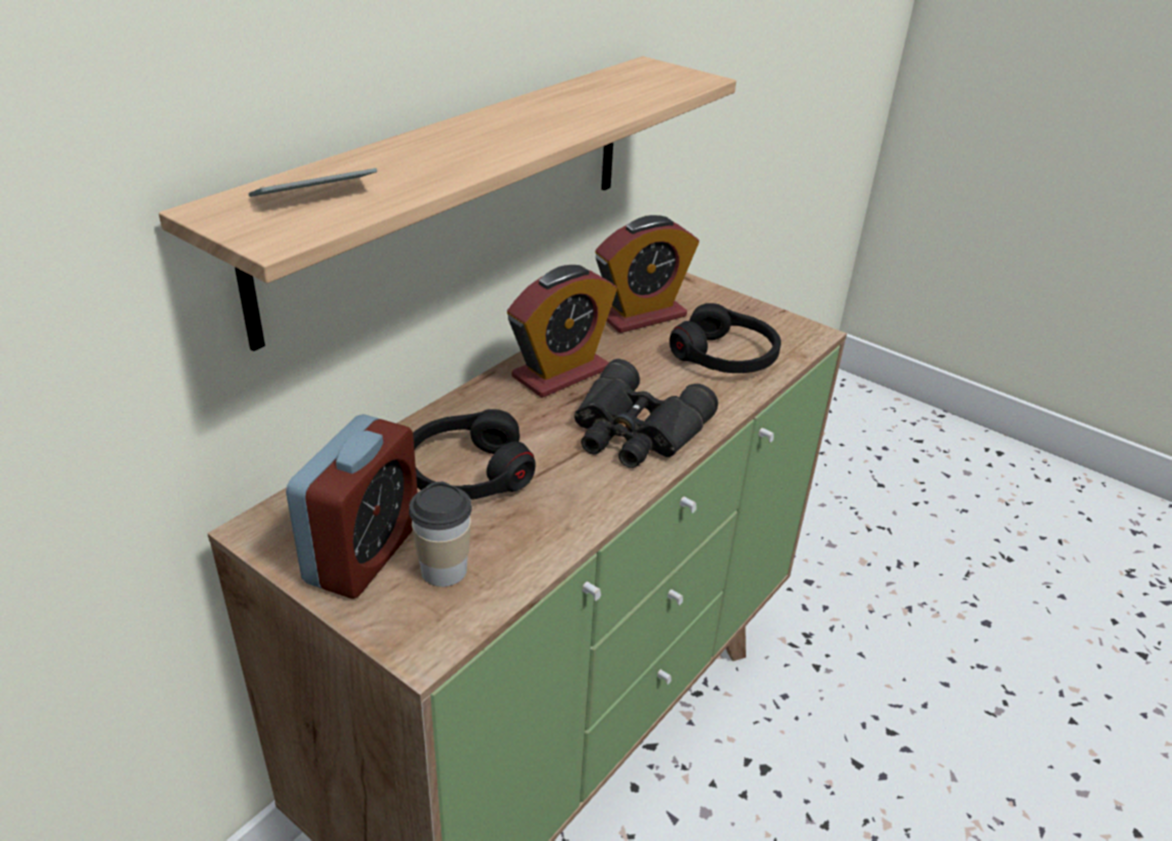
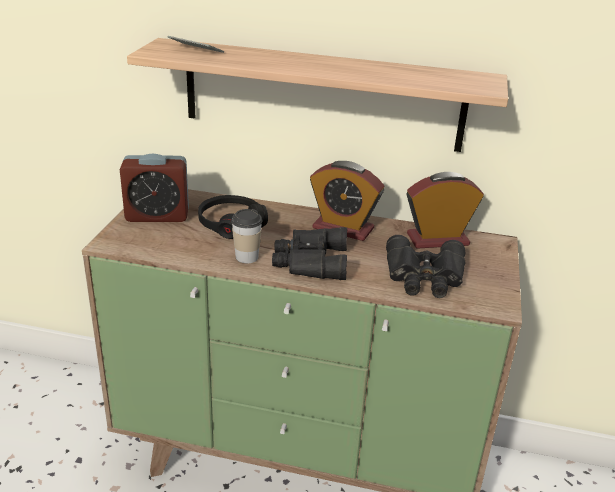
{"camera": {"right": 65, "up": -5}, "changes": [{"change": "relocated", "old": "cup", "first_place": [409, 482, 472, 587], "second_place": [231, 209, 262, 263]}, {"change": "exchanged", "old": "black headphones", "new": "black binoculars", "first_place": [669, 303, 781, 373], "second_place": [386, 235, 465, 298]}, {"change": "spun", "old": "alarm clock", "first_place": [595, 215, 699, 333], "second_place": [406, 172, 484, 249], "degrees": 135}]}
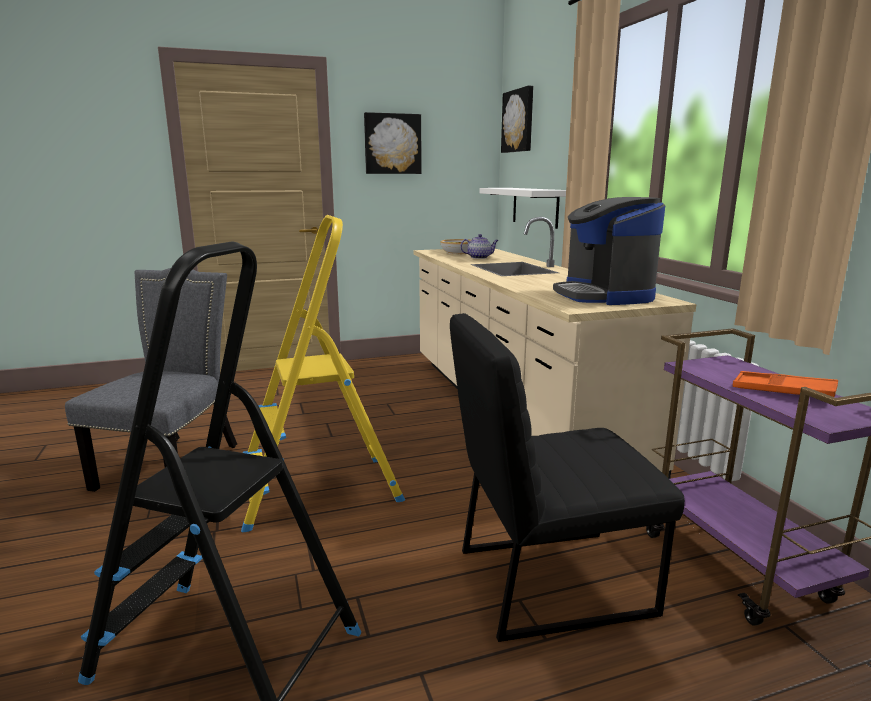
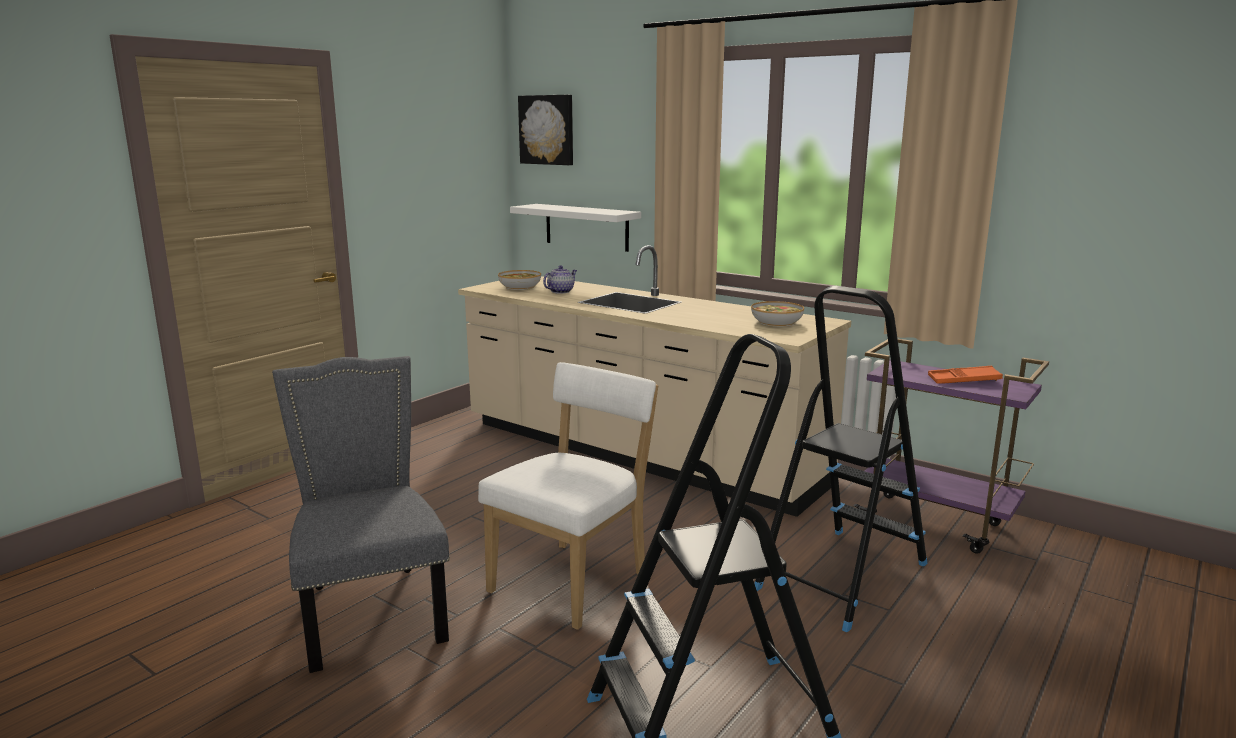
{"camera": {"right": -35, "up": 0}, "changes": [{"change": "exchanged", "old": "yellow step ladder", "new": "white chair", "first_place": [241, 215, 405, 532], "second_place": [478, 362, 658, 630]}, {"change": "exchanged", "old": "coffee machine", "new": "bowl", "first_place": [553, 197, 665, 305], "second_place": [751, 301, 804, 327]}, {"change": "exchanged", "old": "black chair", "new": "black step ladder", "first_place": [450, 313, 685, 642], "second_place": [754, 286, 927, 632]}, {"change": "missing", "old": "picture", "first_place": [364, 112, 422, 174]}]}
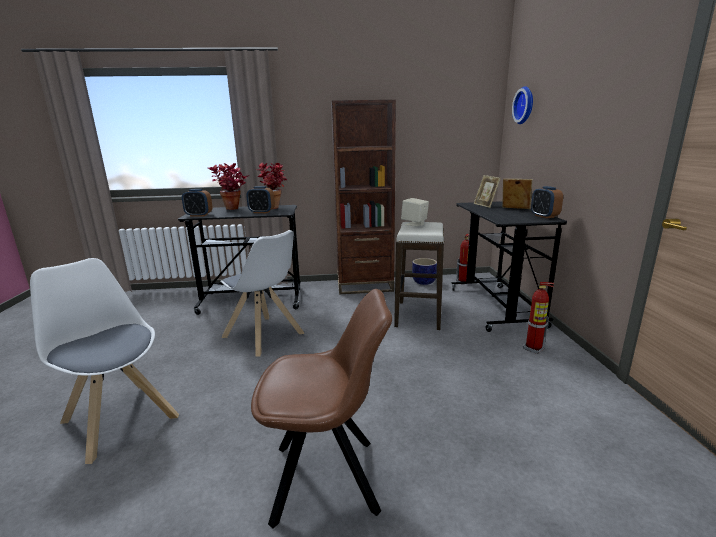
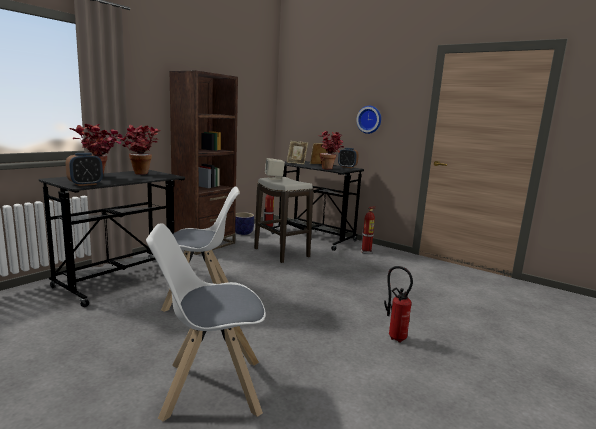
{"camera": {"right": -50, "up": -5}, "changes": [{"change": "appeared", "new": "potted plant", "second_place": [320, 131, 344, 169]}, {"change": "relocated", "old": "wall clock", "first_place": [512, 86, 533, 124], "second_place": [356, 106, 381, 134]}, {"change": "exchanged", "old": "brown chair", "new": "fire extinguisher", "first_place": [251, 289, 392, 529], "second_place": [384, 266, 413, 342]}, {"change": "missing", "old": "alarm clock", "first_place": [246, 186, 275, 213]}]}
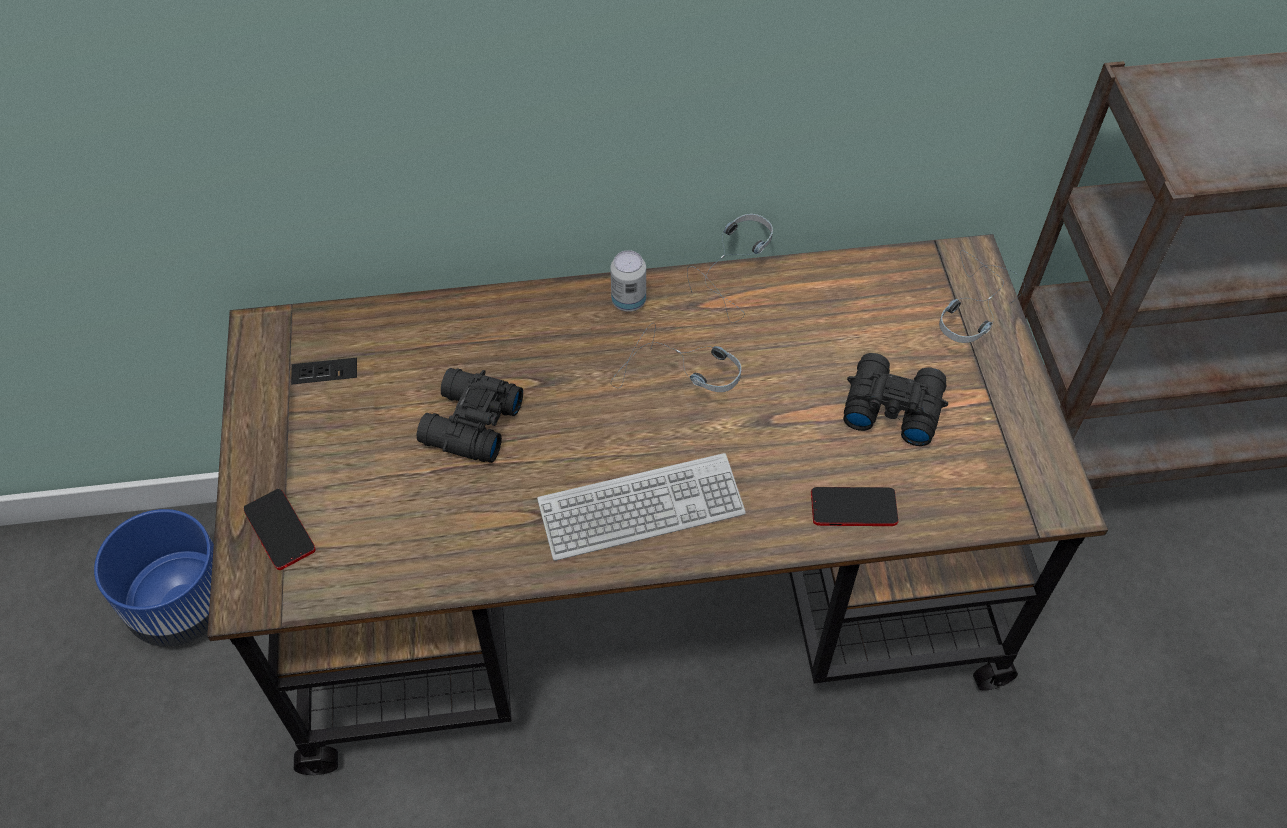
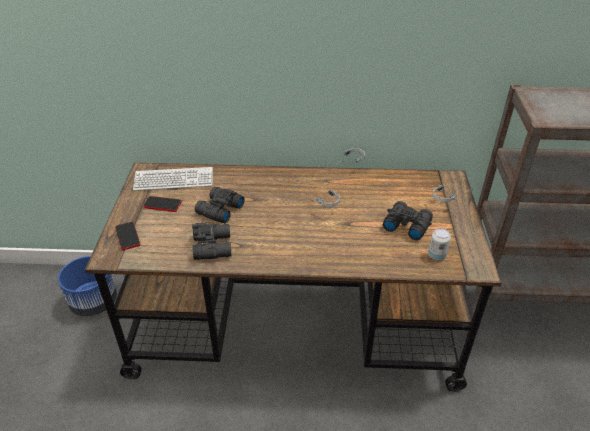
{"camera": {"right": 10, "up": -15}, "changes": [{"change": "relocated", "old": "keyboard", "first_place": [537, 453, 746, 561], "second_place": [133, 167, 213, 191]}, {"change": "relocated", "old": "phone", "first_place": [811, 487, 899, 526], "second_place": [143, 196, 182, 212]}, {"change": "appeared", "new": "black binoculars", "second_place": [192, 222, 231, 260]}, {"change": "relocated", "old": "can", "first_place": [610, 250, 646, 312], "second_place": [428, 228, 451, 260]}]}
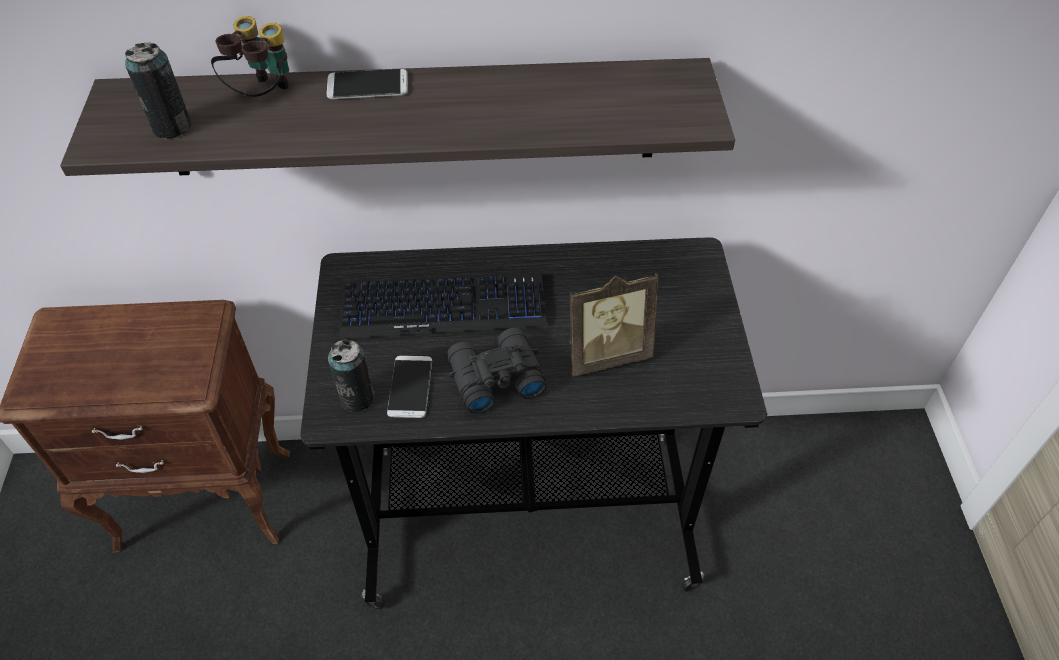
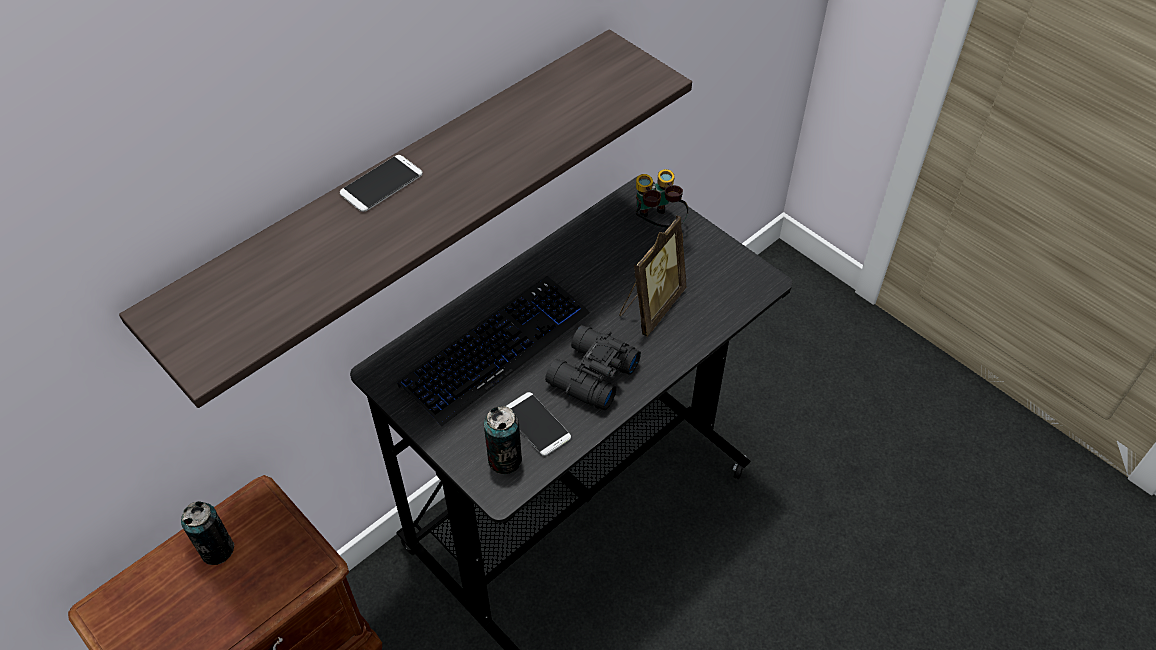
{"camera": {"right": -40, "up": 0}, "changes": [{"change": "relocated", "old": "can", "first_place": [125, 42, 191, 139], "second_place": [181, 501, 234, 565]}, {"change": "relocated", "old": "binoculars", "first_place": [211, 16, 289, 97], "second_place": [636, 169, 689, 228]}]}
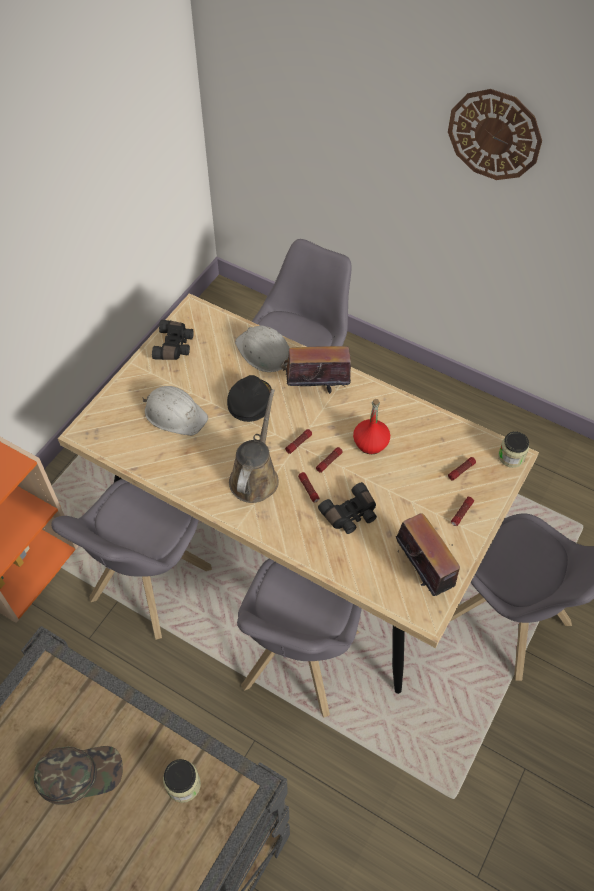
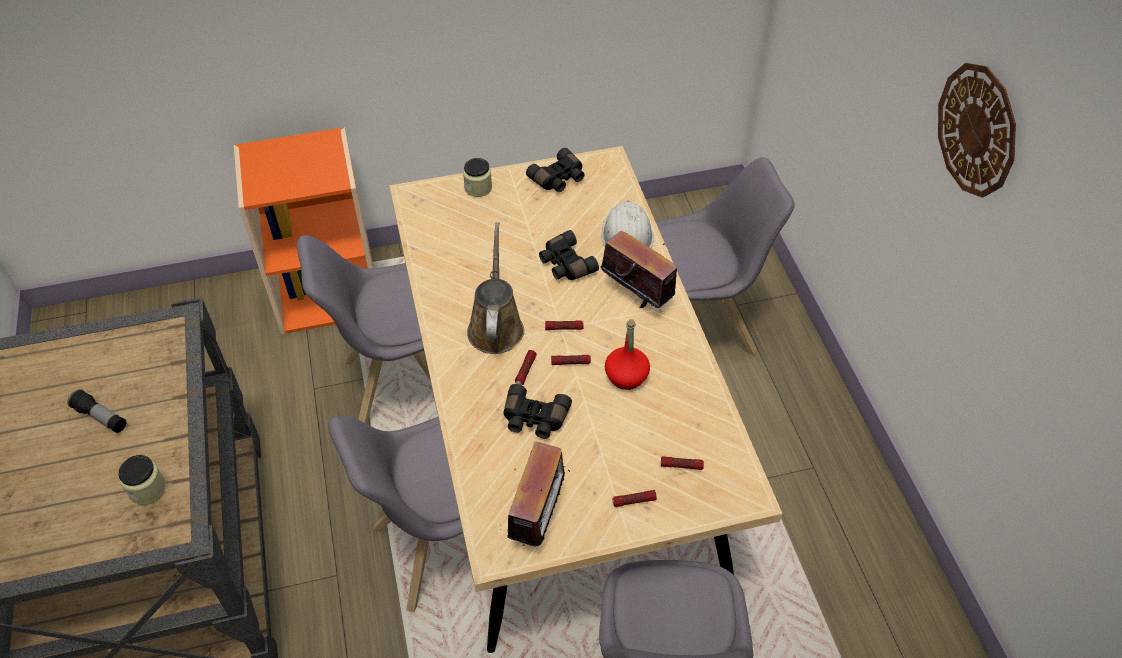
{"camera": {"right": 45, "up": -5}, "changes": [{"change": "exchanged", "old": "green cap", "new": "flashlight", "first_place": [34, 746, 123, 805], "second_place": [67, 389, 126, 433]}, {"change": "relocated", "old": "jar", "first_place": [498, 431, 529, 468], "second_place": [463, 158, 492, 197]}, {"change": "spun", "old": "brown watering can", "first_place": [229, 389, 279, 503], "second_place": [467, 222, 524, 354], "degrees": -60}, {"change": "exchanged", "old": "black cap", "new": "black binoculars", "first_place": [227, 375, 272, 422], "second_place": [539, 230, 599, 280]}, {"change": "missing", "old": "white hard hat", "first_place": [142, 386, 208, 436]}]}
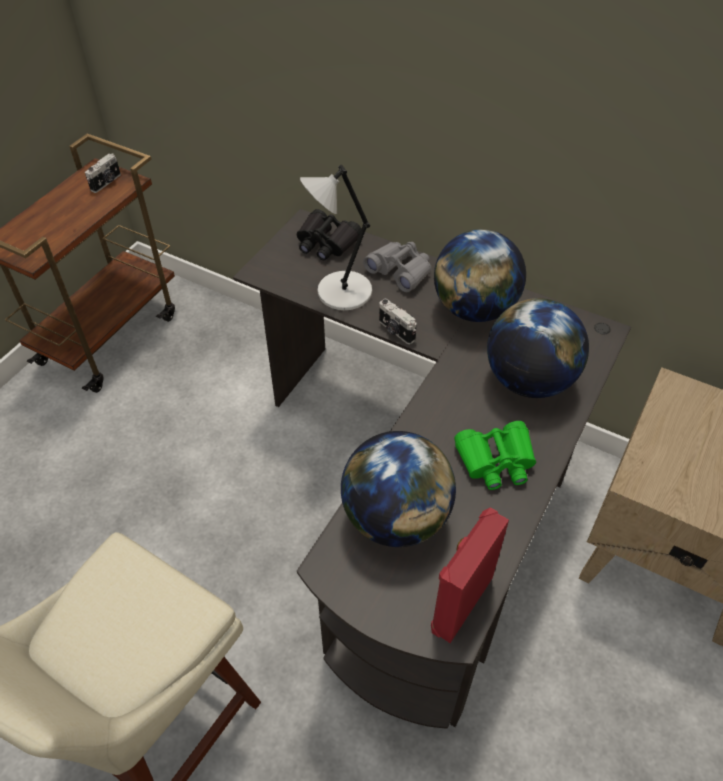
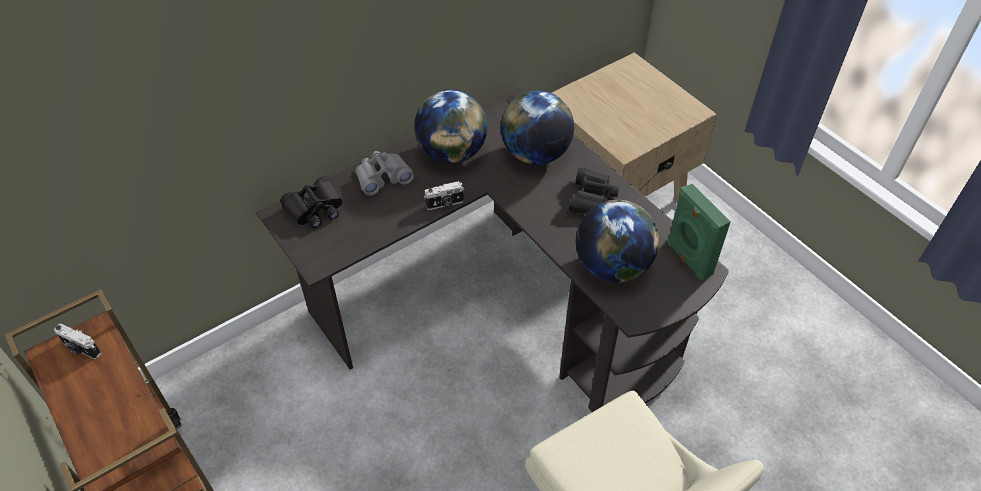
{"camera": {"right": -65, "up": 0}, "changes": [{"change": "spun", "old": "photo camera", "first_place": [85, 153, 121, 193], "second_place": [54, 324, 101, 359], "degrees": 150}, {"change": "colour", "old": "green binoculars", "new": "black binoculars", "first_place": [454, 421, 536, 490], "second_place": [569, 168, 619, 213]}, {"change": "colour", "old": "red speaker", "new": "green speaker", "first_place": [431, 507, 509, 643], "second_place": [667, 184, 730, 281]}, {"change": "missing", "old": "grey table lamp", "first_place": [300, 165, 372, 310]}]}
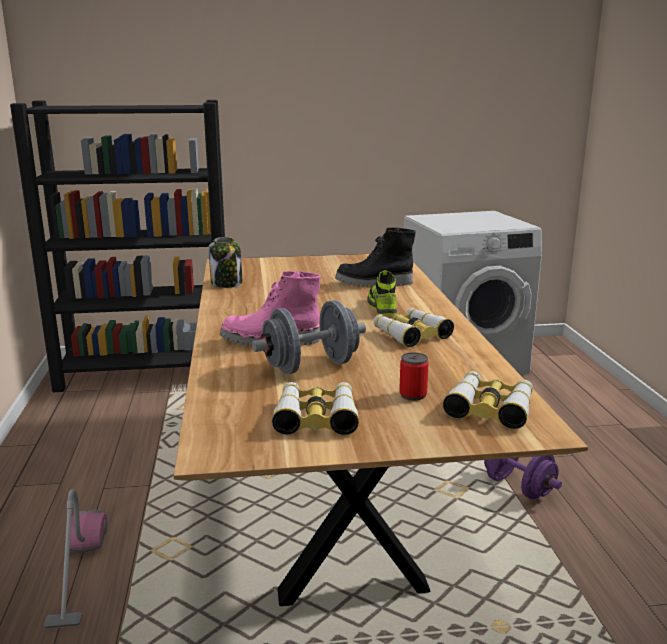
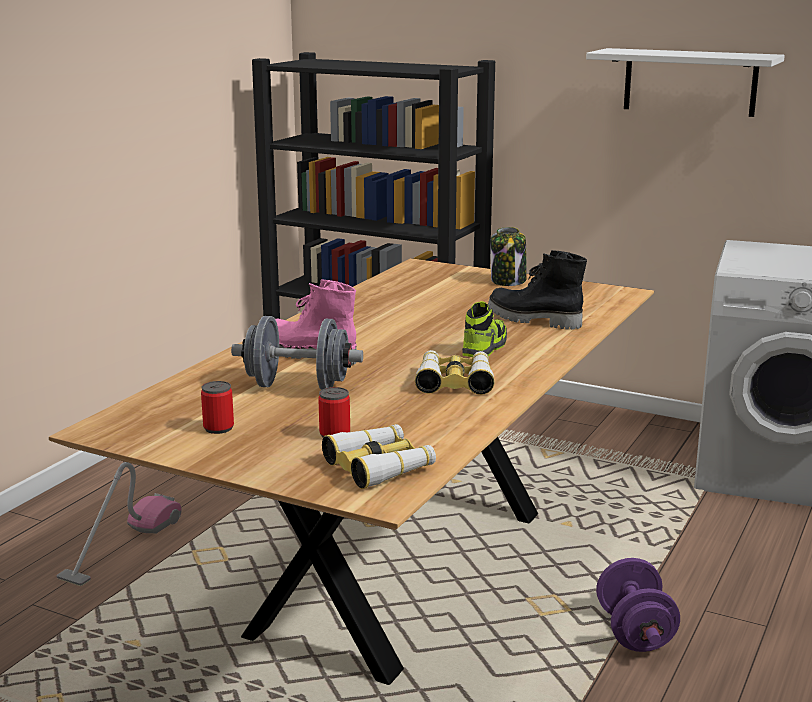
{"camera": {"right": 35, "up": 0}, "changes": [{"change": "exchanged", "old": "binoculars", "new": "can", "first_place": [272, 382, 359, 435], "second_place": [201, 381, 234, 434]}, {"change": "relocated", "old": "jar", "first_place": [208, 237, 242, 288], "second_place": [490, 227, 527, 286]}, {"change": "appeared", "new": "white shelf", "second_place": [586, 48, 785, 117]}]}
